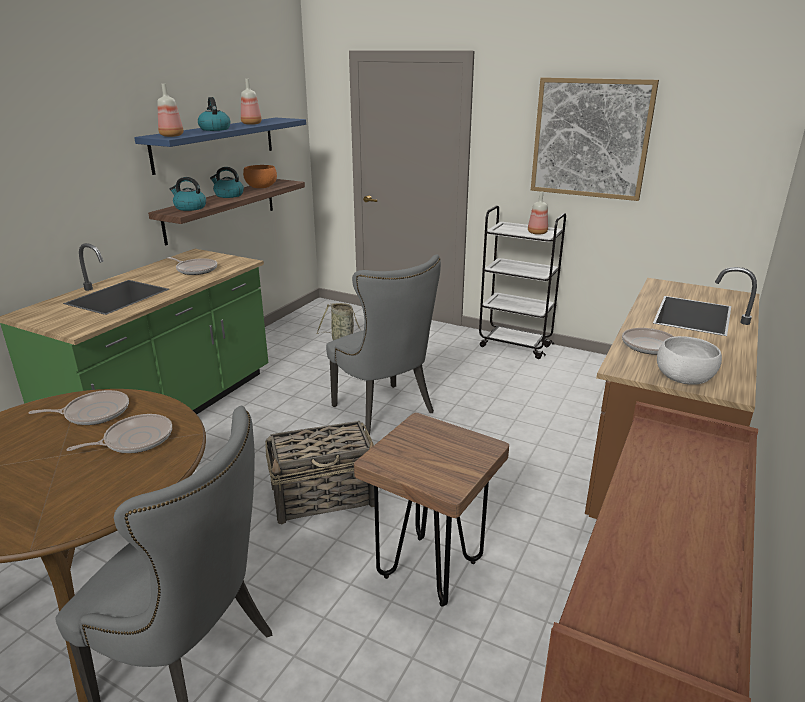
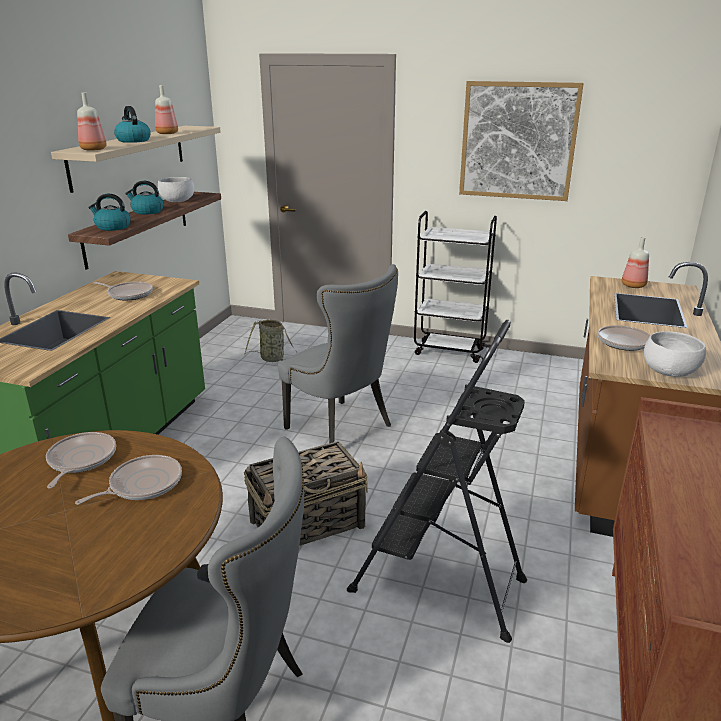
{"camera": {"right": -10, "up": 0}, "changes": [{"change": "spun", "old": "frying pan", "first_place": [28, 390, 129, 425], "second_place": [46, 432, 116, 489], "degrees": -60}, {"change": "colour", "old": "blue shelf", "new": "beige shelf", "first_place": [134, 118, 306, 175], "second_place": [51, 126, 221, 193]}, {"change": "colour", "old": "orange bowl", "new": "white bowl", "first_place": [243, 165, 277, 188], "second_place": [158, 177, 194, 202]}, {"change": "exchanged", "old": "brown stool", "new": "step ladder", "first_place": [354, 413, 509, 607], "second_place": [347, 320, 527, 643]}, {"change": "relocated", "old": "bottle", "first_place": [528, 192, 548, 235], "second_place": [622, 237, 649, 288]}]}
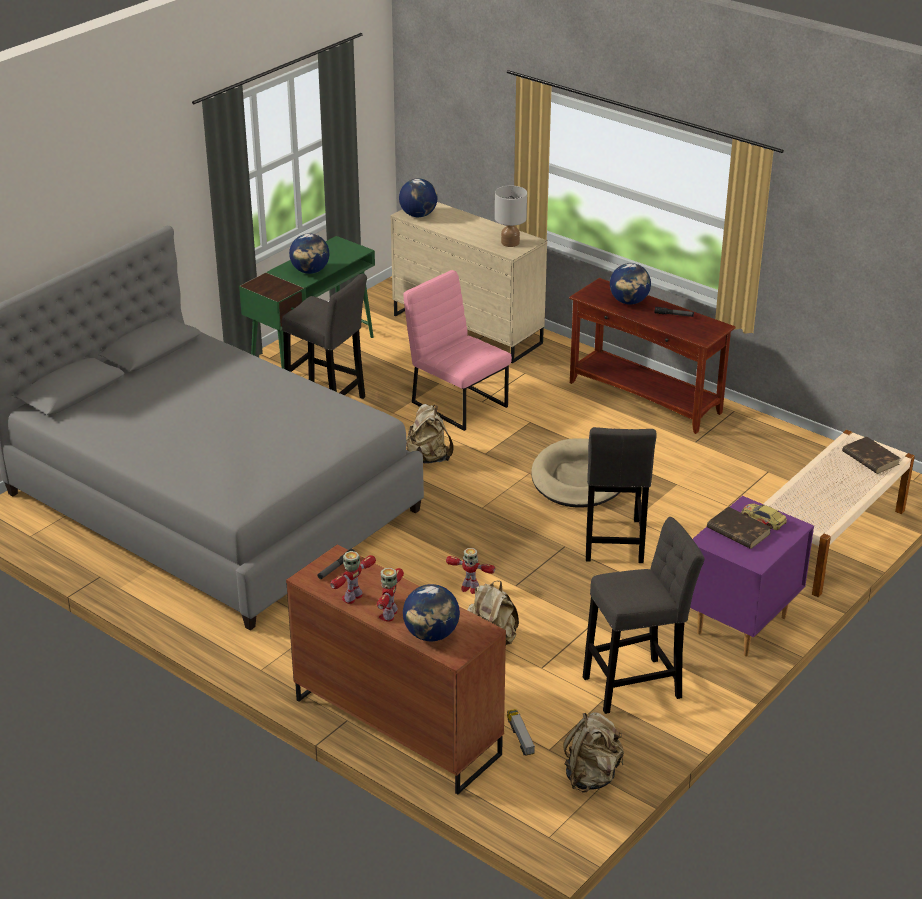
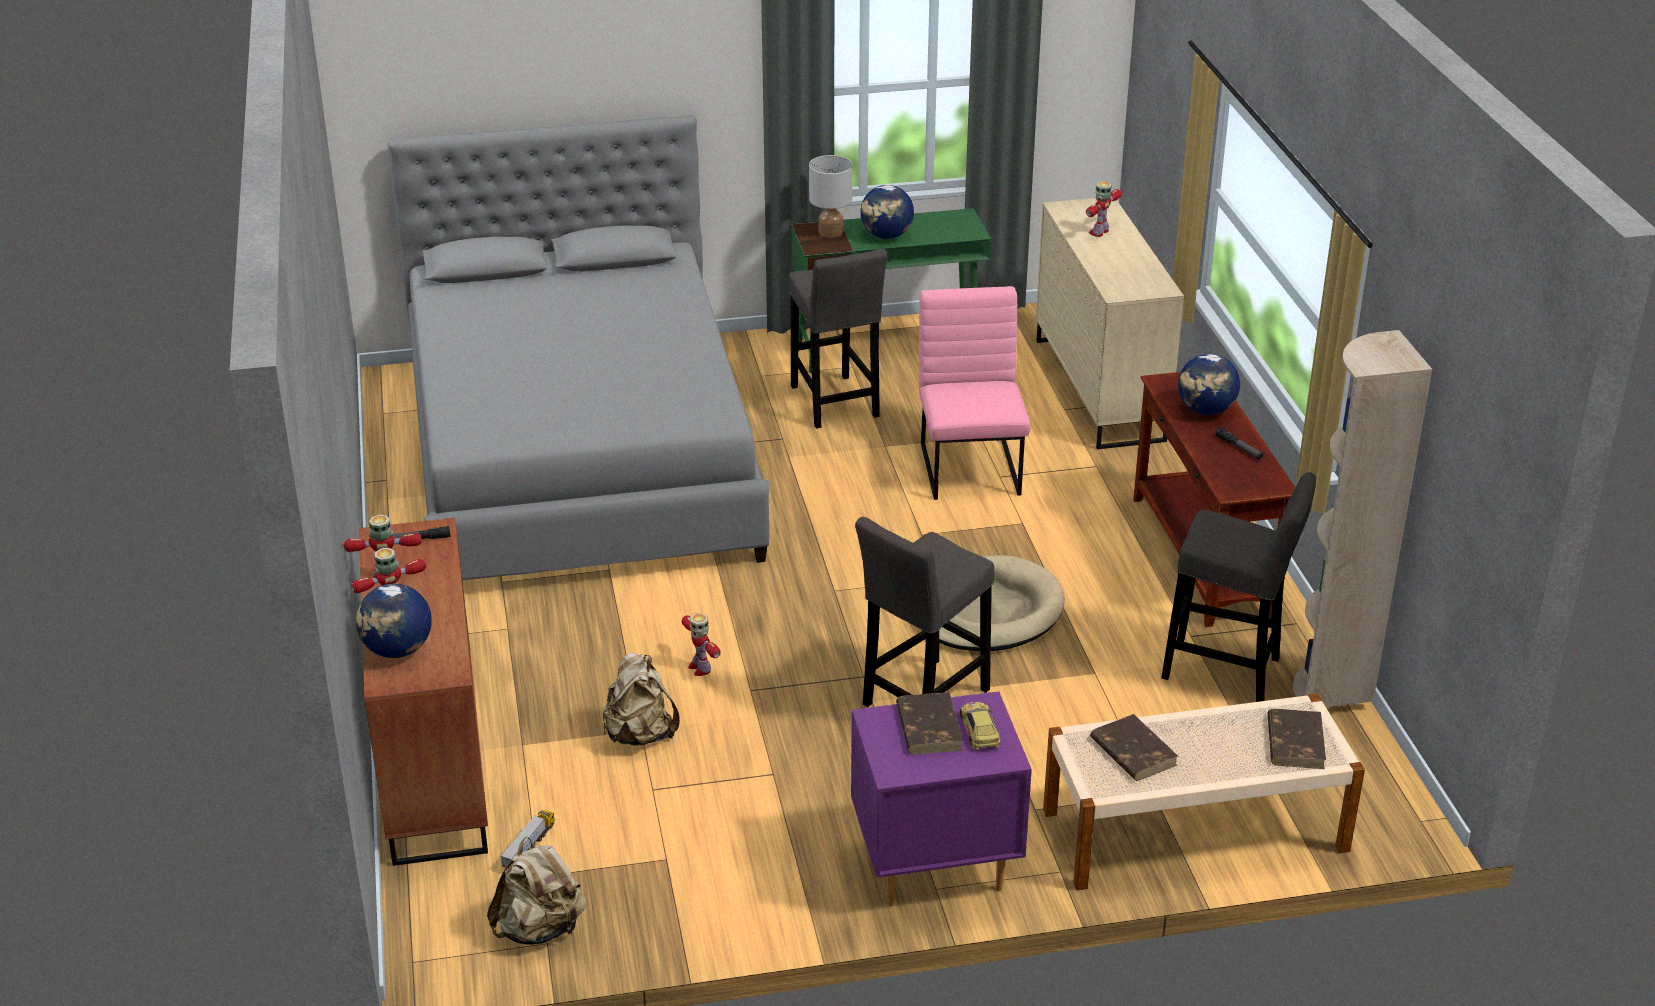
{"camera": {"right": 40, "up": 0}, "changes": [{"change": "relocated", "old": "grey table lamp", "first_place": [495, 185, 527, 247], "second_place": [809, 155, 852, 238]}, {"change": "appeared", "new": "toy robot", "second_place": [1086, 181, 1122, 237]}, {"change": "appeared", "new": "brown book", "second_place": [1090, 714, 1179, 781]}, {"change": "relocated", "old": "grey stool", "first_place": [583, 517, 704, 714], "second_place": [1161, 472, 1316, 702]}, {"change": "appeared", "new": "beige bookcase", "second_place": [1293, 330, 1432, 707]}, {"change": "missing", "old": "globe", "first_place": [399, 178, 437, 217]}, {"change": "missing", "old": "beige backpack", "first_place": [406, 404, 453, 463]}]}
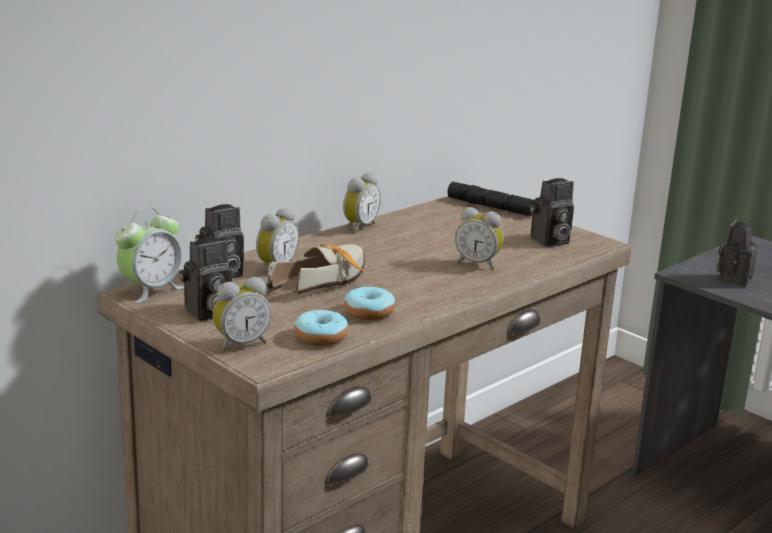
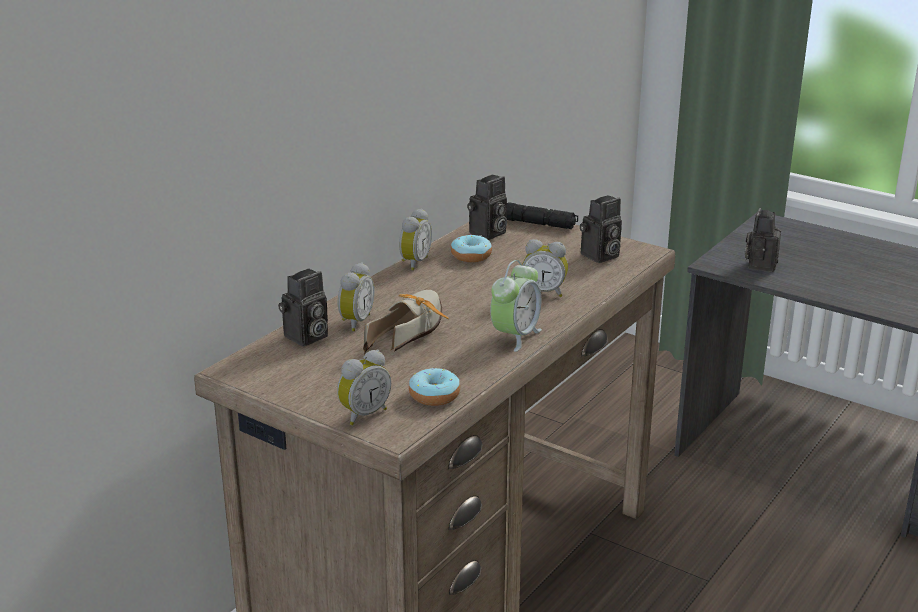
{"camera": {"right": -10, "up": 5}, "changes": [{"change": "relocated", "old": "donut", "first_place": [344, 285, 395, 320], "second_place": [451, 234, 492, 262]}, {"change": "relocated", "old": "photo camera", "first_place": [179, 237, 232, 321], "second_place": [467, 175, 507, 240]}, {"change": "relocated", "old": "alarm clock", "first_place": [115, 207, 184, 303], "second_place": [490, 260, 542, 352]}]}
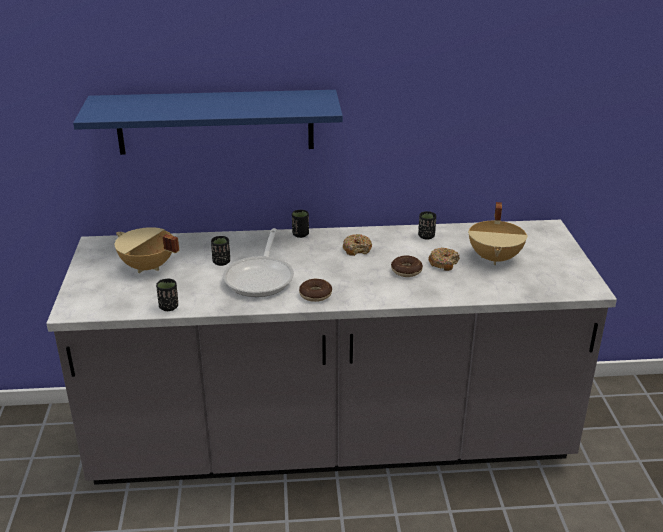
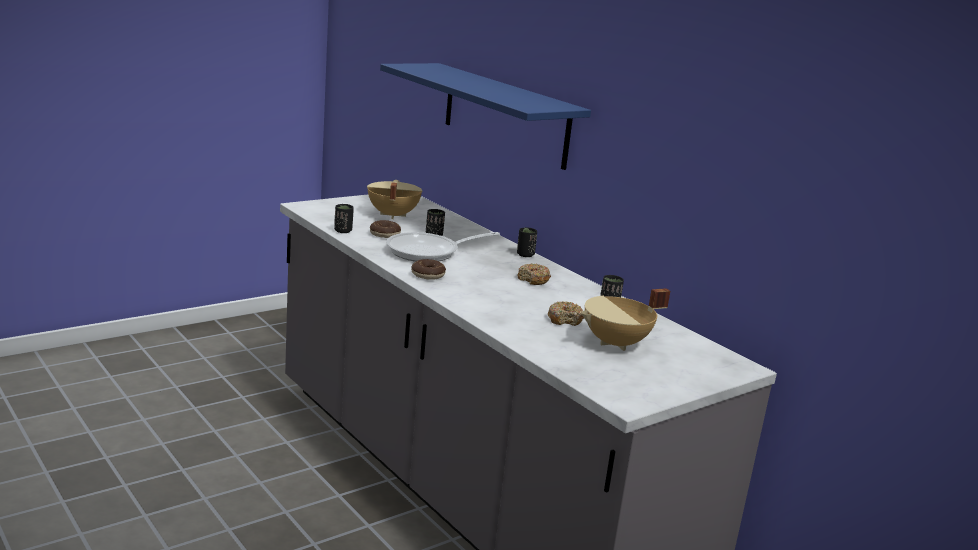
{"camera": {"right": 55, "up": -10}, "changes": [{"change": "relocated", "old": "donut", "first_place": [391, 256, 423, 277], "second_place": [370, 220, 401, 238]}]}
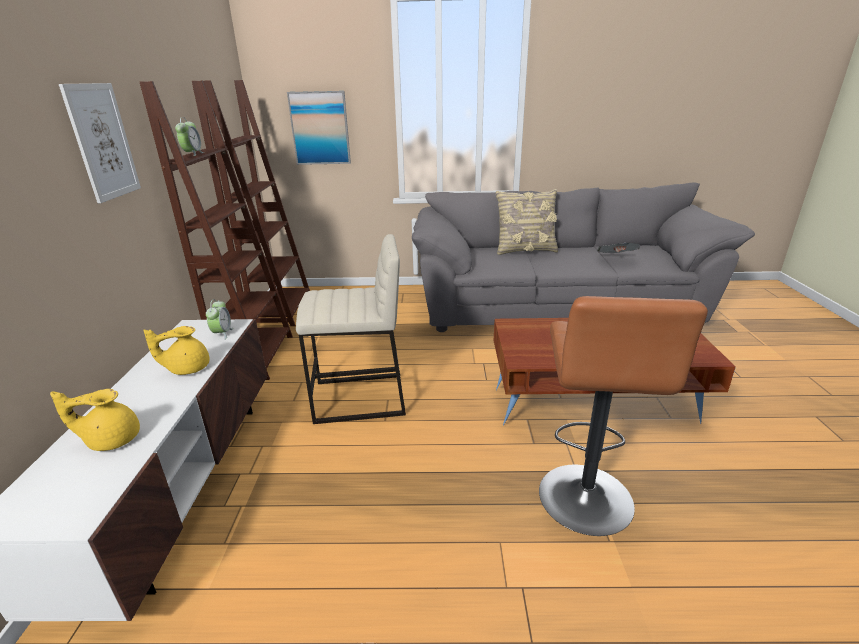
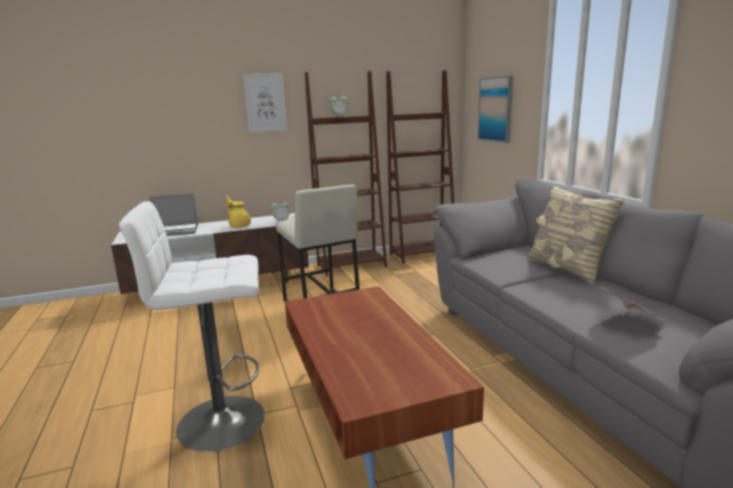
{"camera": {"right": 70, "up": -10}, "changes": [{"change": "colour", "old": "brown stool", "new": "white stool", "first_place": [539, 296, 708, 536], "second_place": [119, 201, 265, 452]}, {"change": "exchanged", "old": "yellow teapot", "new": "laptop", "first_place": [50, 389, 140, 451], "second_place": [149, 194, 198, 236]}]}
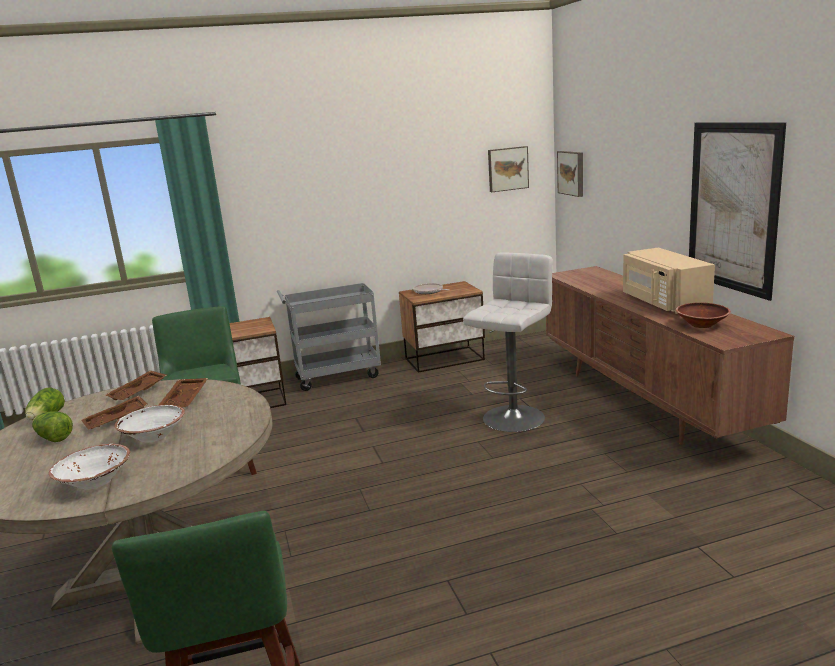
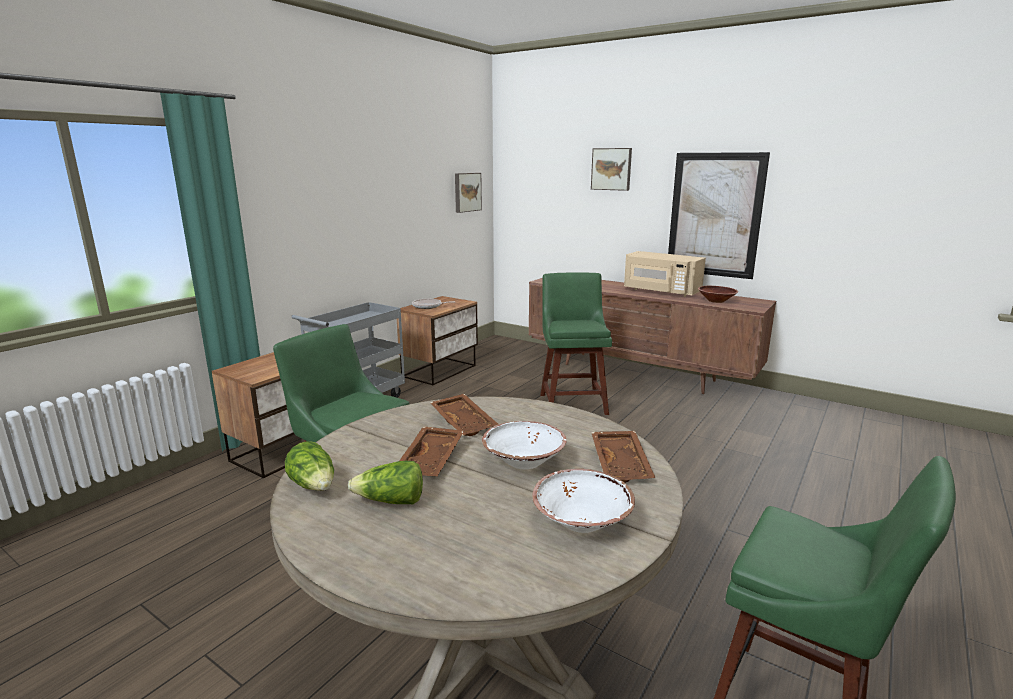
{"camera": {"right": -40, "up": 0}, "changes": [{"change": "exchanged", "old": "white stool", "new": "green chair", "first_place": [463, 252, 553, 432], "second_place": [540, 272, 612, 415]}, {"change": "relocated", "old": "picture", "first_place": [557, 151, 583, 197], "second_place": [591, 148, 632, 191]}, {"change": "relocated", "old": "brown tray", "first_place": [105, 371, 167, 400], "second_place": [591, 431, 655, 483]}]}
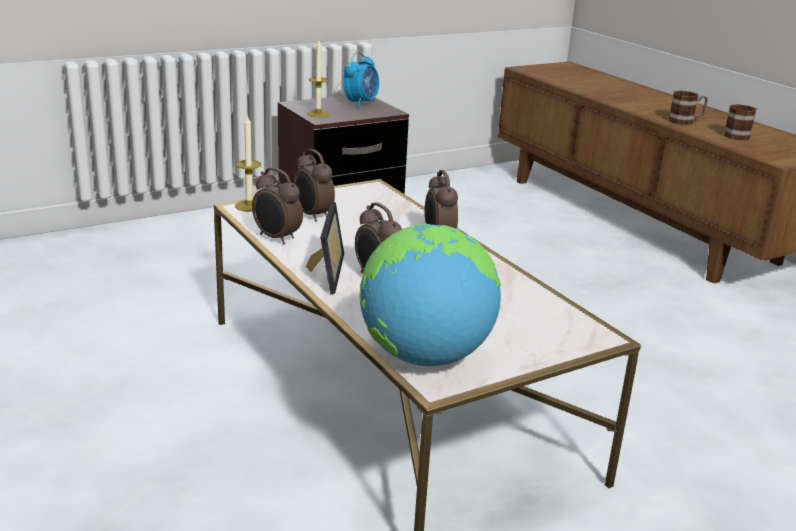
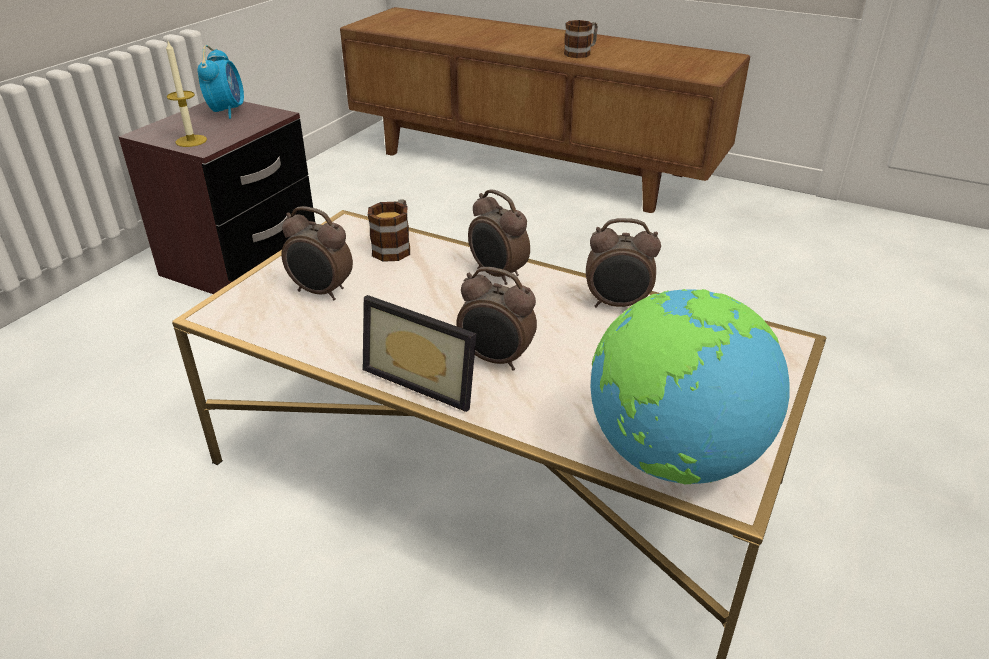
{"camera": {"right": -30, "up": 10}, "changes": [{"change": "spun", "old": "picture frame", "first_place": [306, 202, 344, 294], "second_place": [363, 295, 476, 412], "degrees": 150}, {"change": "relocated", "old": "mug", "first_place": [724, 104, 756, 140], "second_place": [368, 199, 410, 262]}, {"change": "relocated", "old": "alarm clock", "first_place": [252, 168, 303, 244], "second_place": [586, 218, 661, 308]}, {"change": "missing", "old": "candle", "first_place": [235, 115, 261, 212]}]}
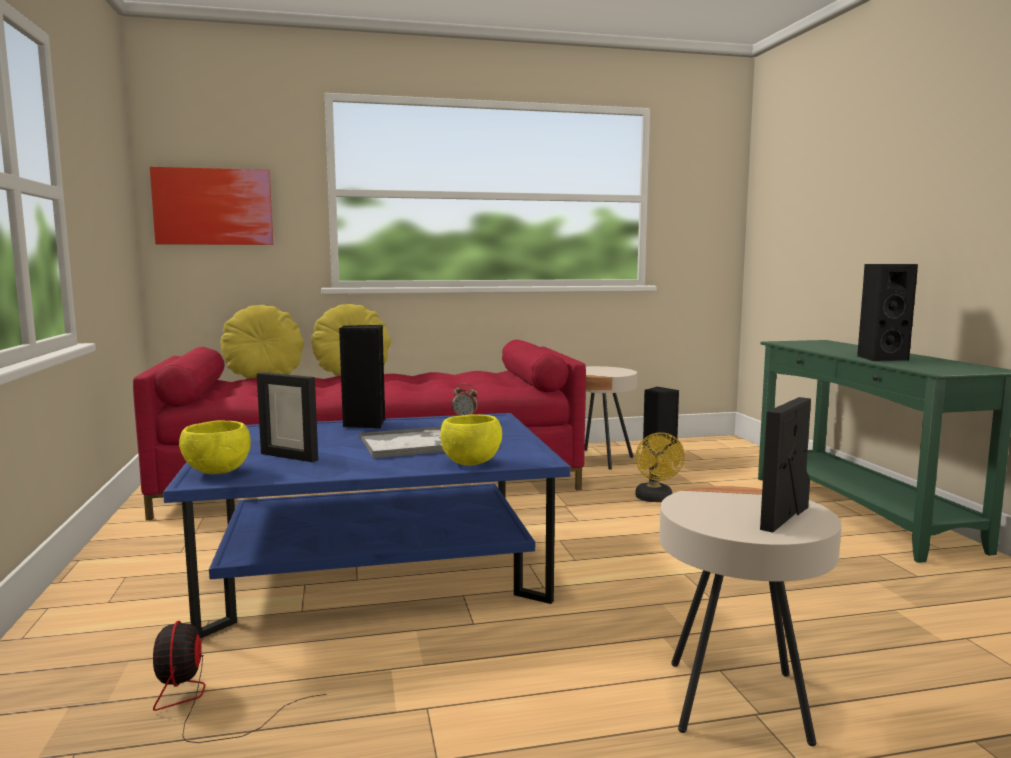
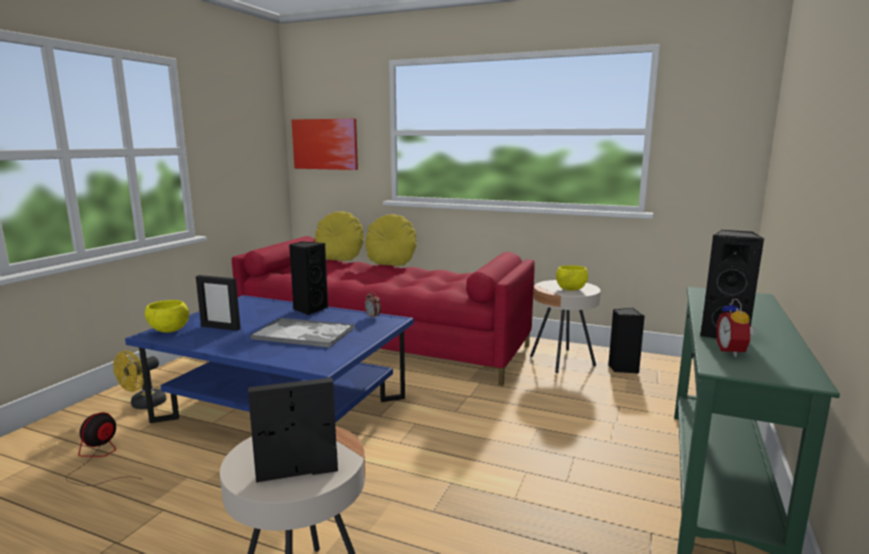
{"camera": {"right": 35, "up": 5}, "changes": [{"change": "relocated", "old": "yellow fan", "first_place": [635, 432, 685, 502], "second_place": [113, 351, 167, 409]}, {"change": "spun", "old": "picture frame", "first_place": [257, 372, 318, 462], "second_place": [196, 275, 241, 331], "degrees": -45}, {"change": "relocated", "old": "yellow bowl", "first_place": [440, 414, 502, 466], "second_place": [556, 265, 588, 291]}, {"change": "appeared", "new": "alarm clock", "second_place": [716, 299, 755, 357]}]}
